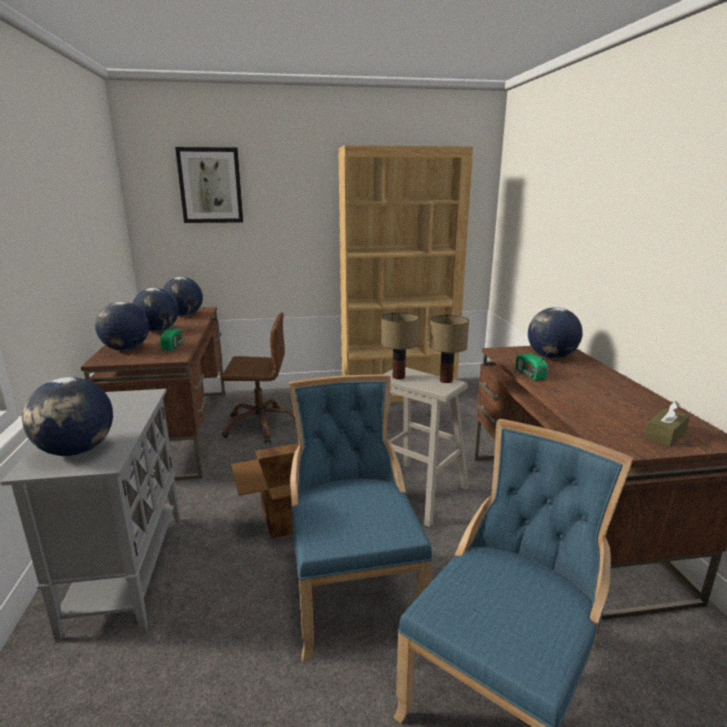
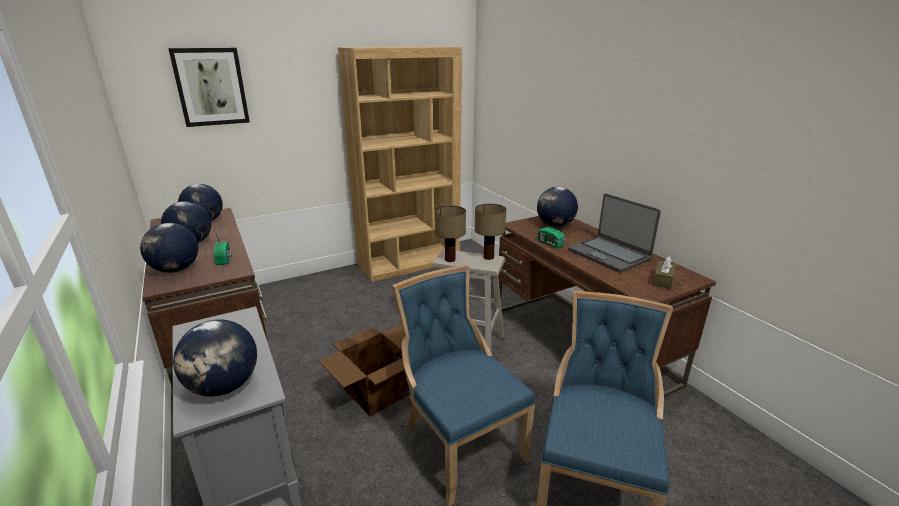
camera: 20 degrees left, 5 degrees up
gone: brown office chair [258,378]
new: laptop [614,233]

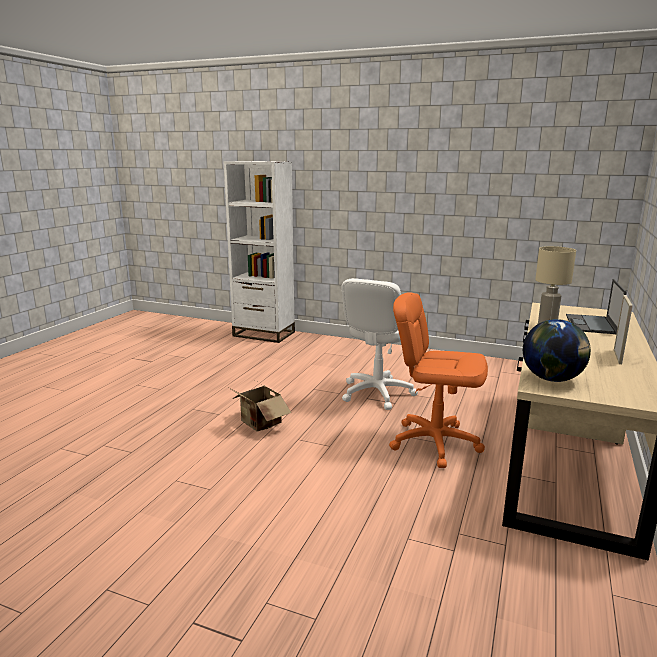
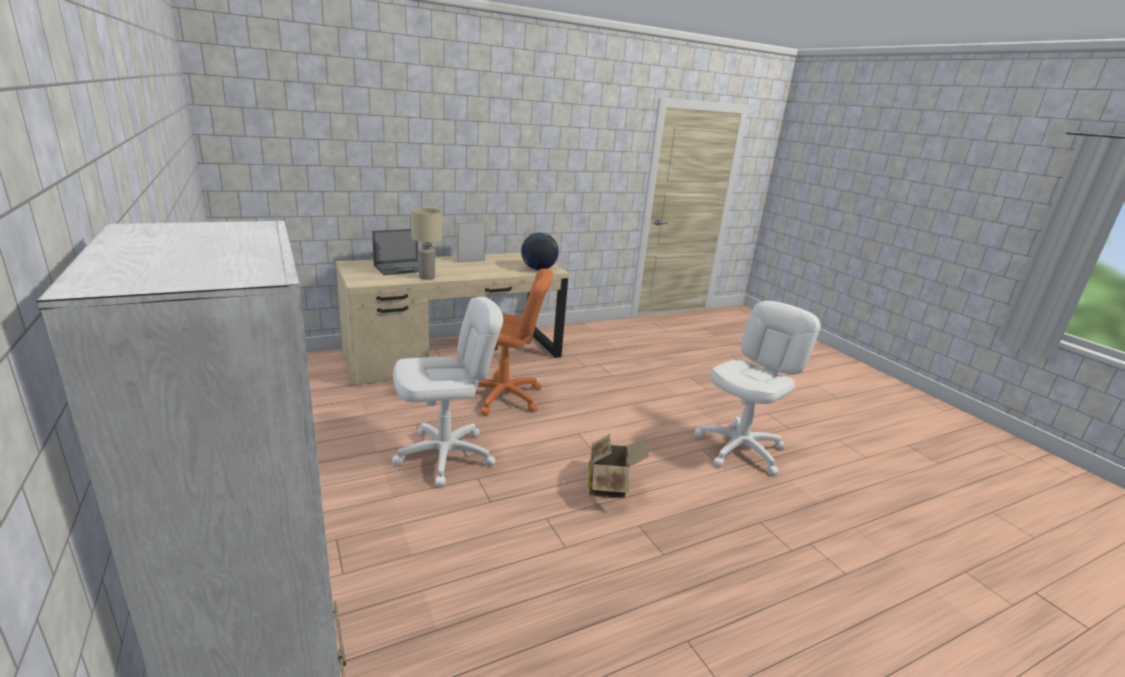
camera: 140 degrees left, 5 degrees up
new: white office chair [757,388]
rotated: orange office chair [438,380] = [515,342] 60 degrees counterclockwise

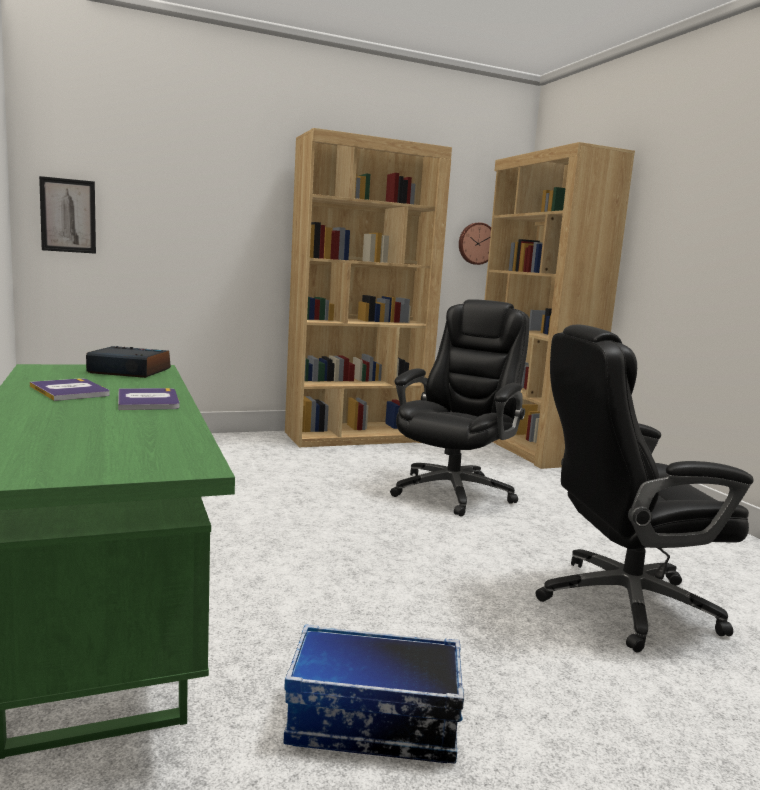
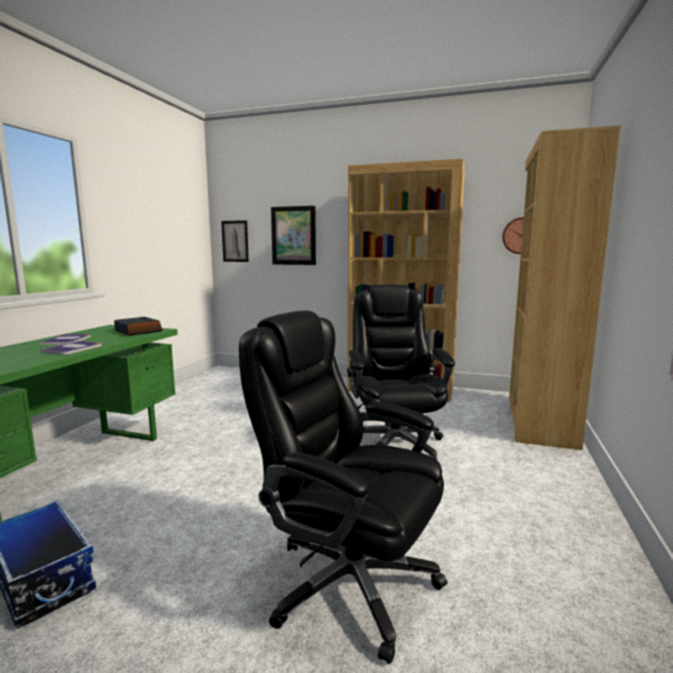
camera: 40 degrees right, 0 degrees up
new: picture [293,235]
rotated: black office chair [460,408] = [401,372] 75 degrees counterclockwise

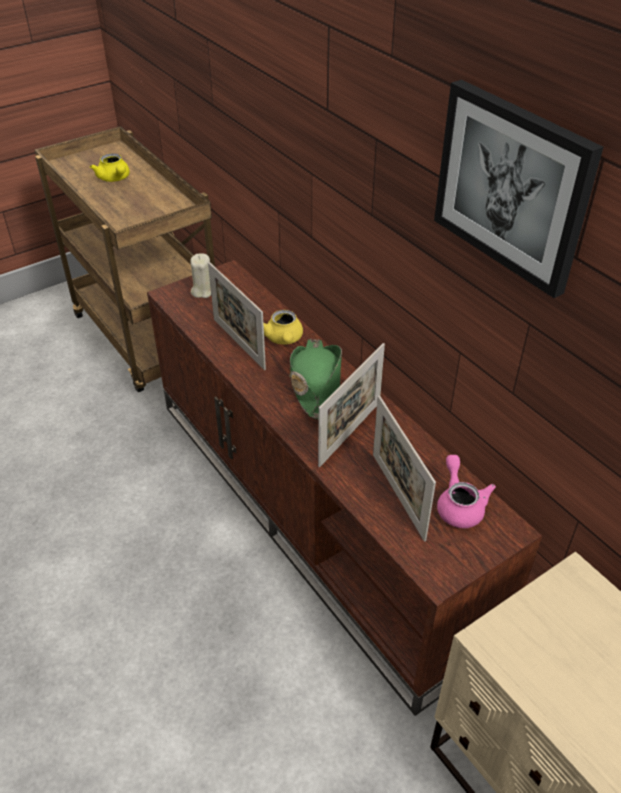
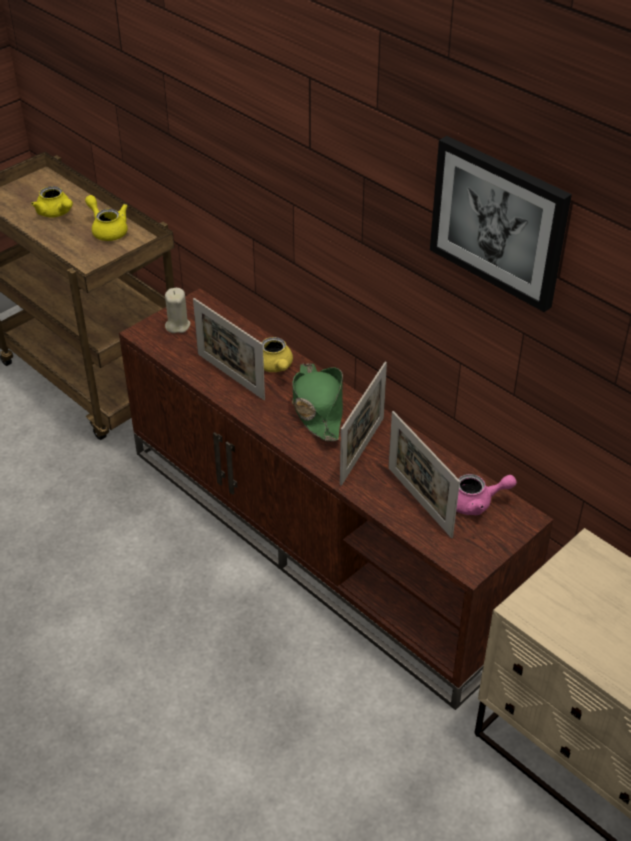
camera: 10 degrees left, 0 degrees up
new: yellow teapot [106,218]
rotated: pink teapot [466,491] = [486,494] 105 degrees clockwise

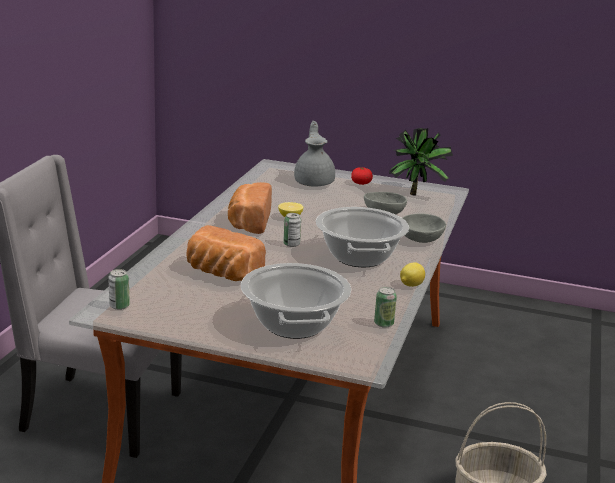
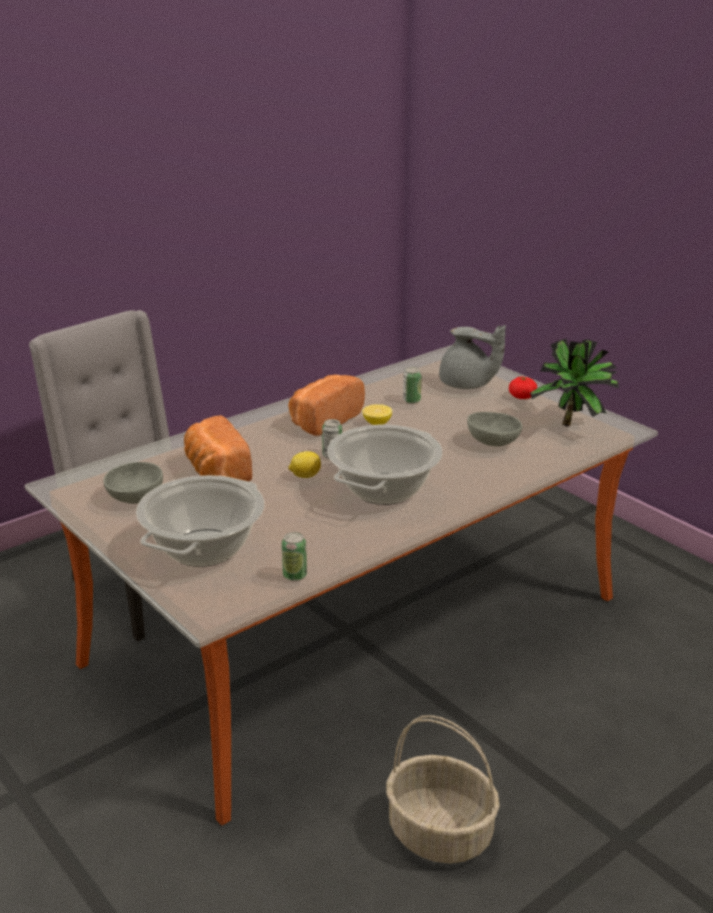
camera: 35 degrees right, 5 degrees up
shifted: can [119,289] to [412,385]; lemon [412,274] to [304,464]; grey bowl [424,228] to [133,483]
rotated: grey teapot [314,154] = [472,357] 90 degrees clockwise

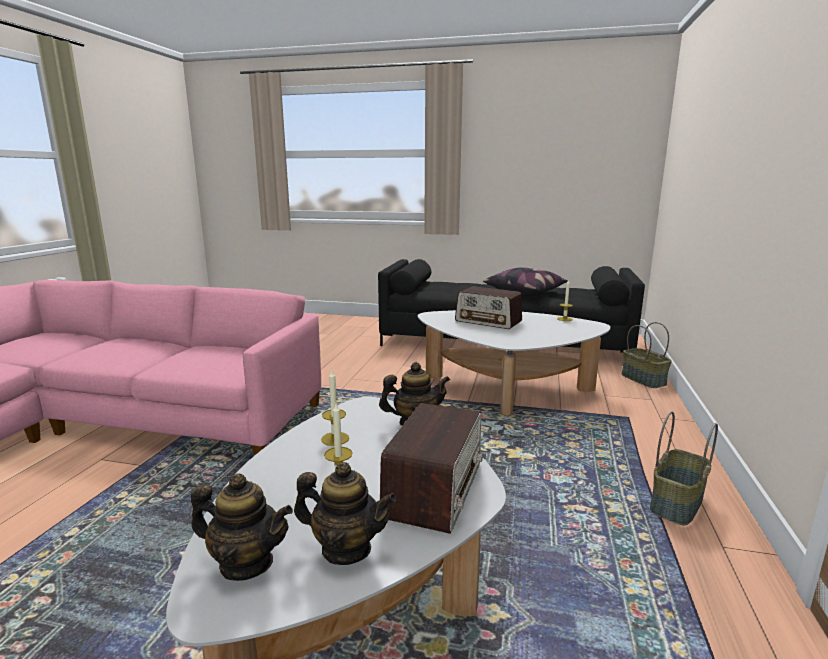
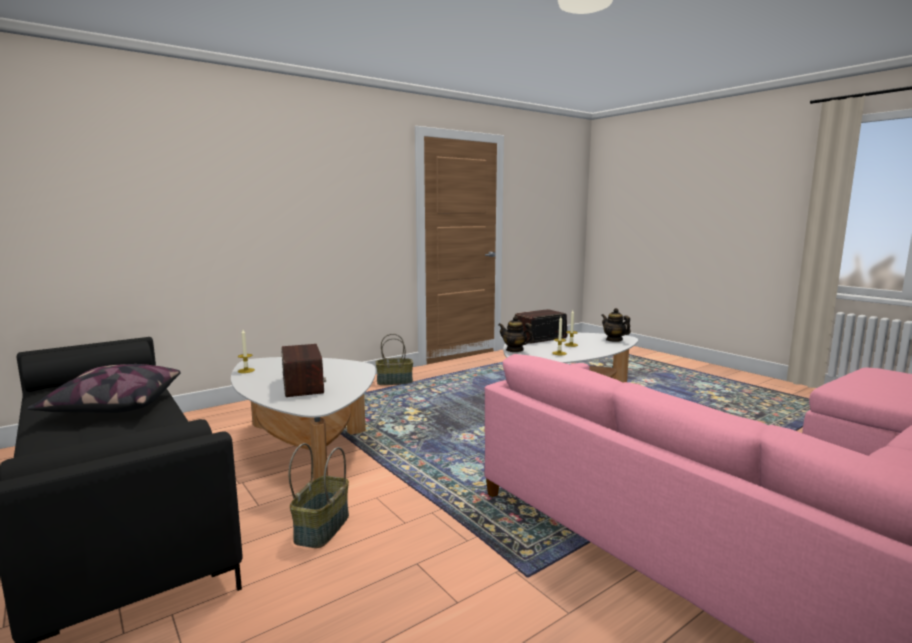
camera: 140 degrees left, 5 degrees down
gone: teapot [345,513]
shifted: basket [647,355] to [319,495]

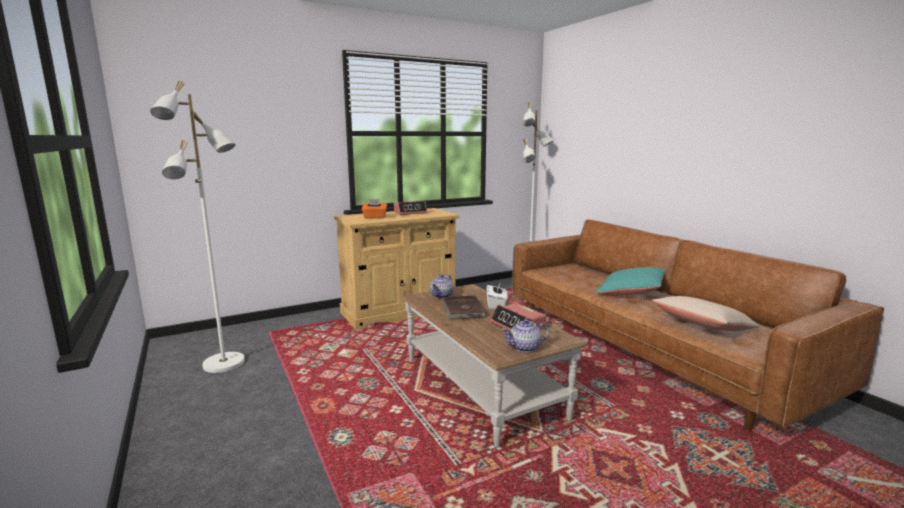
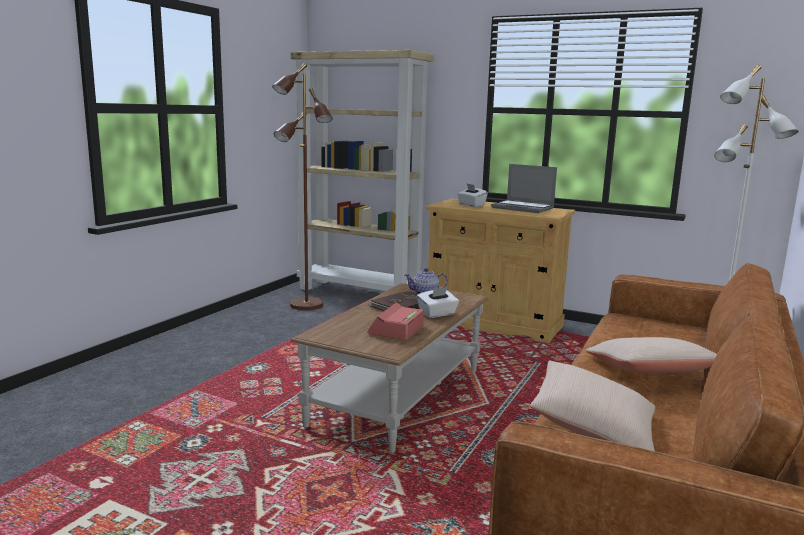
camera: 55 degrees right, 0 degrees up
gone: teapot [525,336]
new: beige bookcase [362,170]
swapped: alarm clock [410,208] to laptop [524,188]
repainted: white floor lamp [197,227] to brown floor lamp [302,186]; orange tissue box [374,209] to white tissue box [472,195]; turquoise pillow [631,281] to beige pillow [651,355]

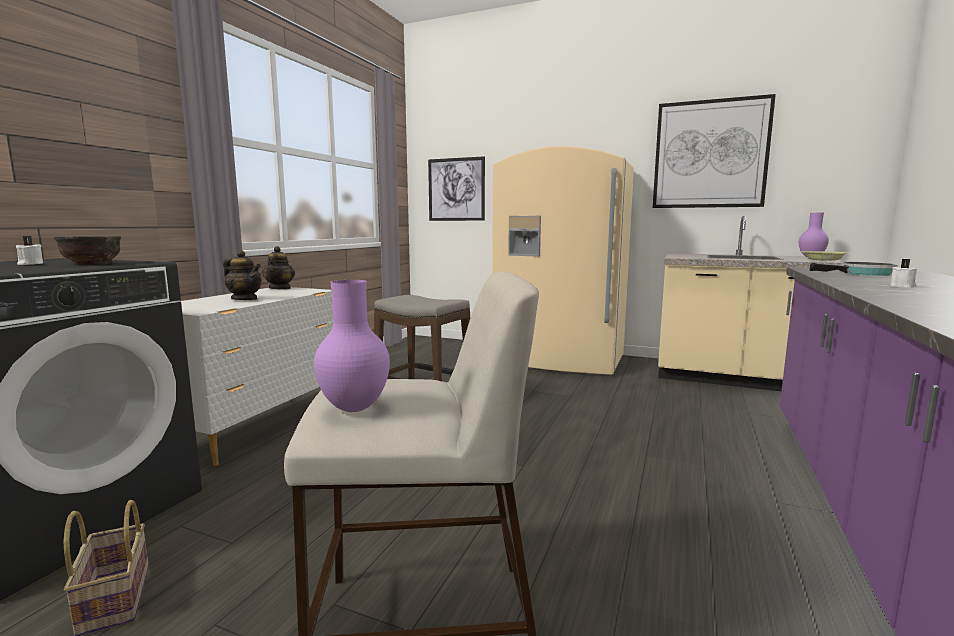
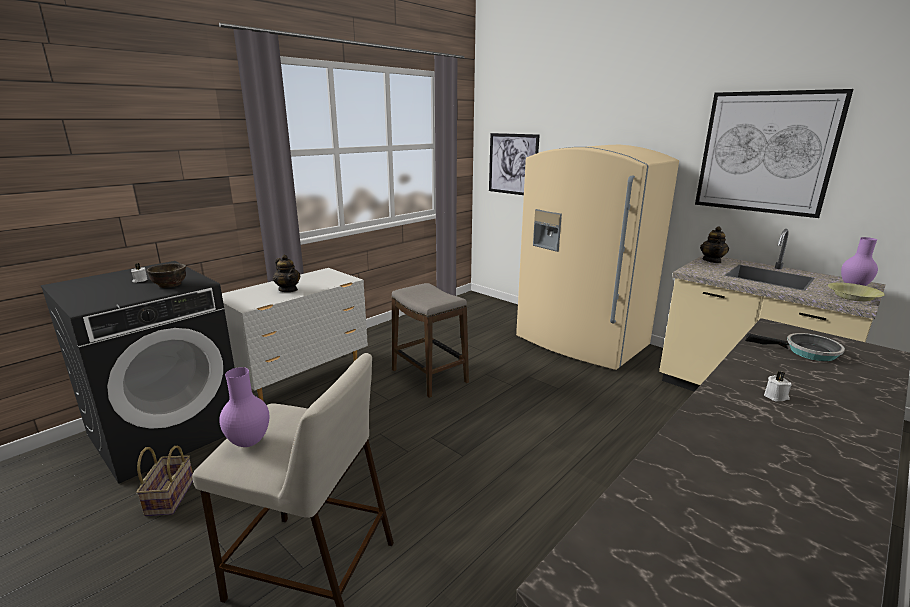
camera: 20 degrees right, 10 degrees up
shifted: teapot [278,268] to [714,244]

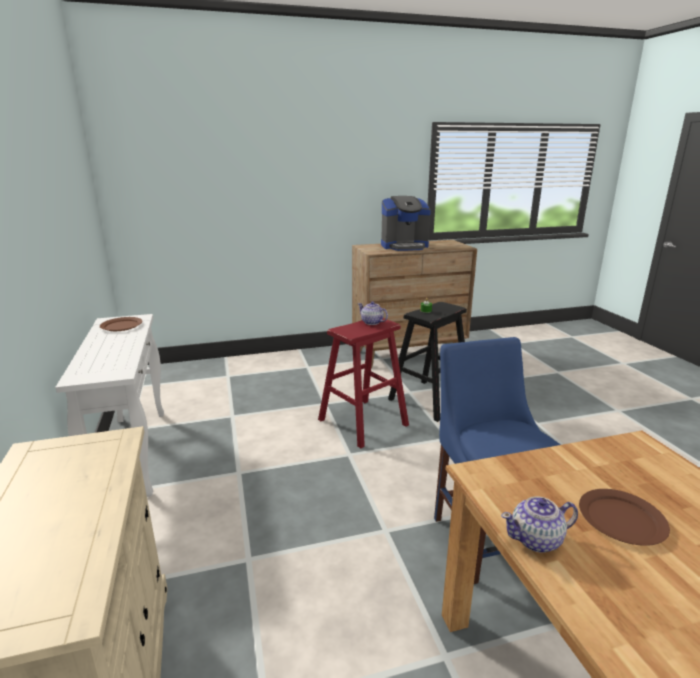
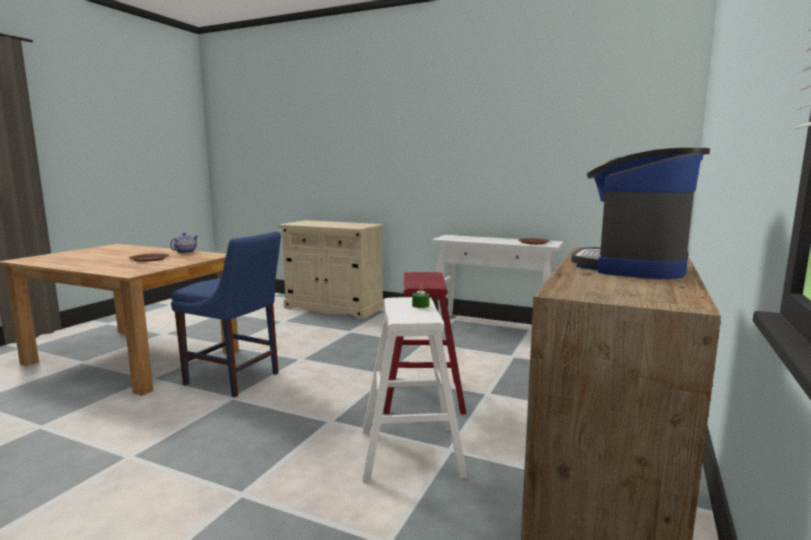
camera: 130 degrees right, 10 degrees down
gone: teapot [373,313]
repainted: black stool [427,362] to white stool [415,390]

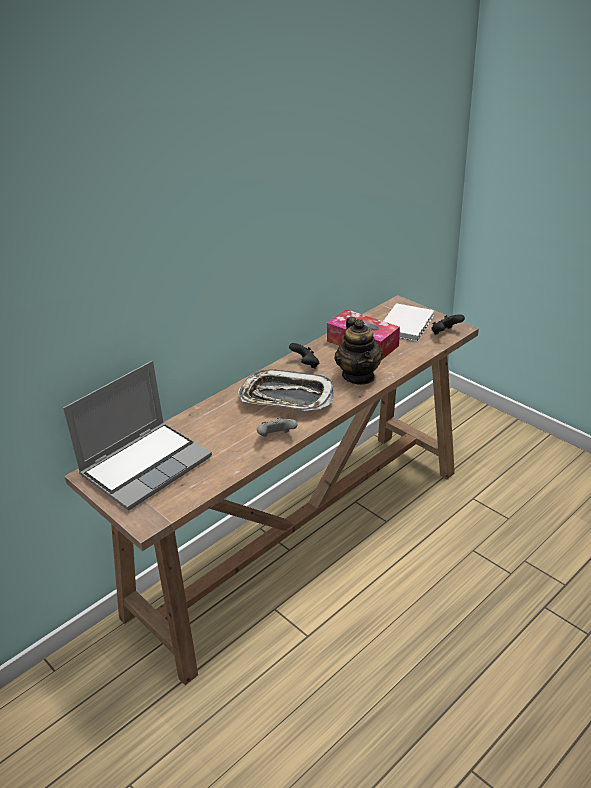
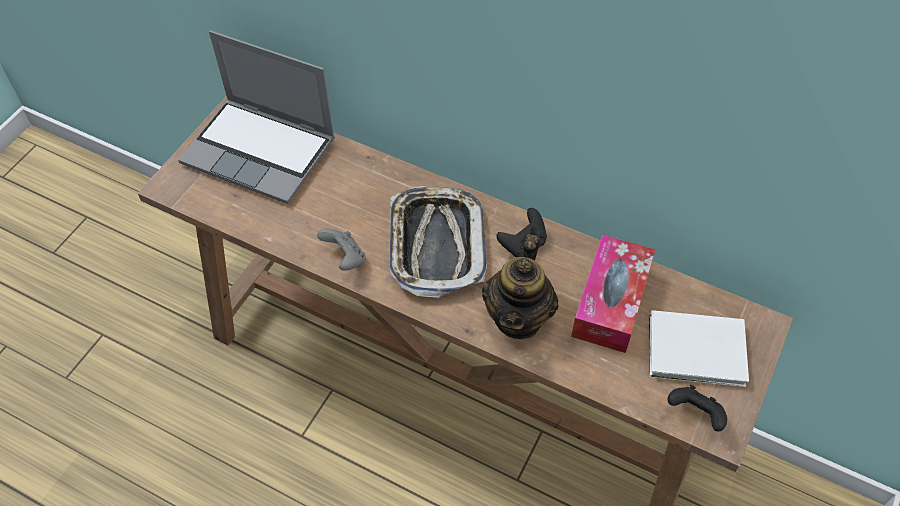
camera: 70 degrees right, 20 degrees up
rotated: teapot [358,351] = [520,286] 45 degrees counterclockwise

